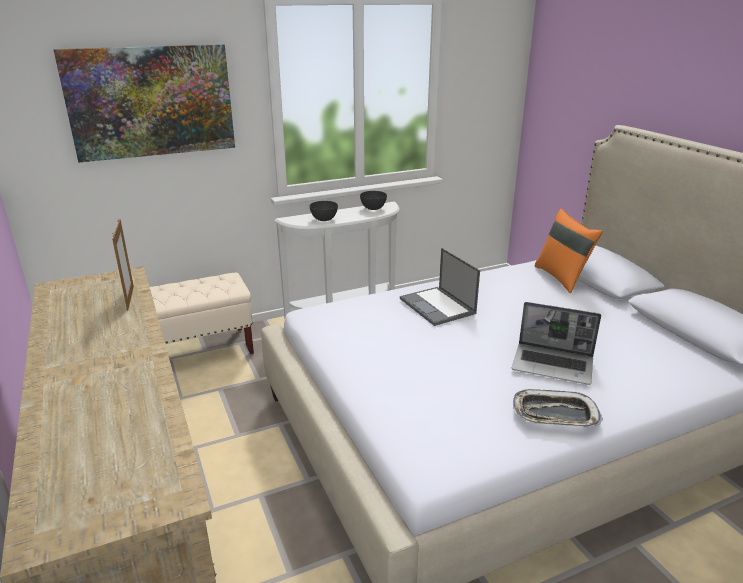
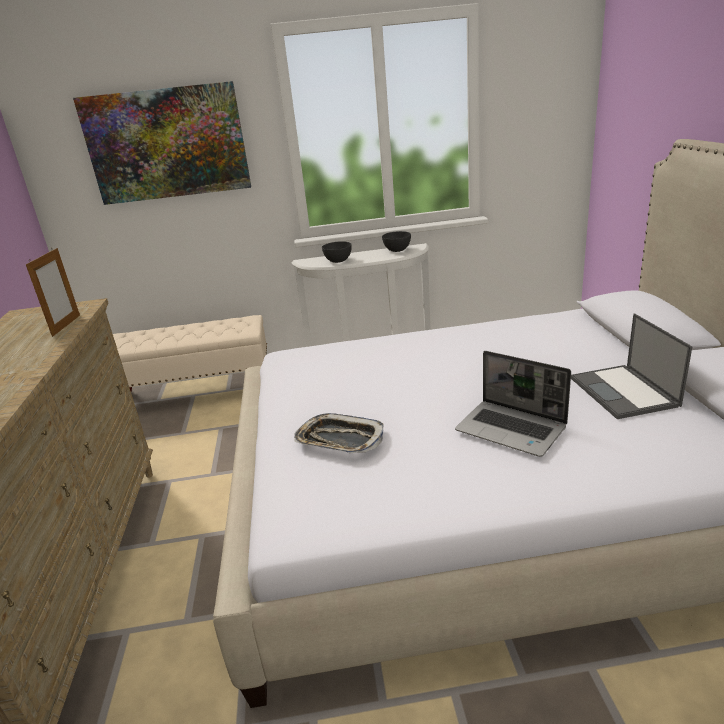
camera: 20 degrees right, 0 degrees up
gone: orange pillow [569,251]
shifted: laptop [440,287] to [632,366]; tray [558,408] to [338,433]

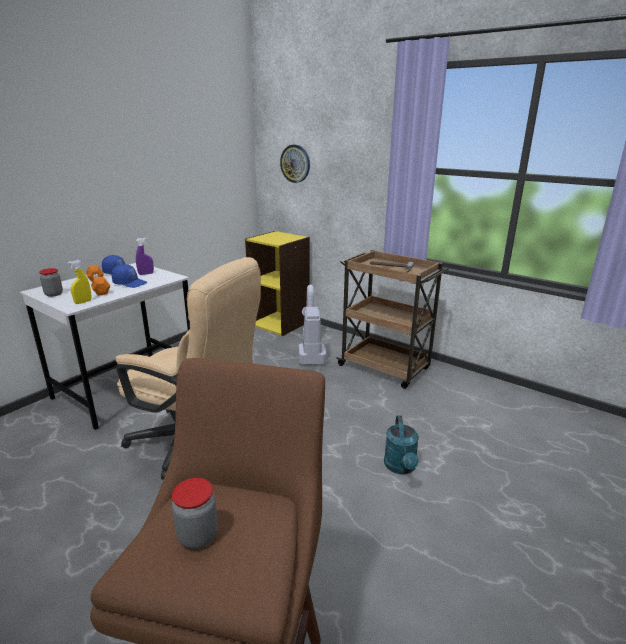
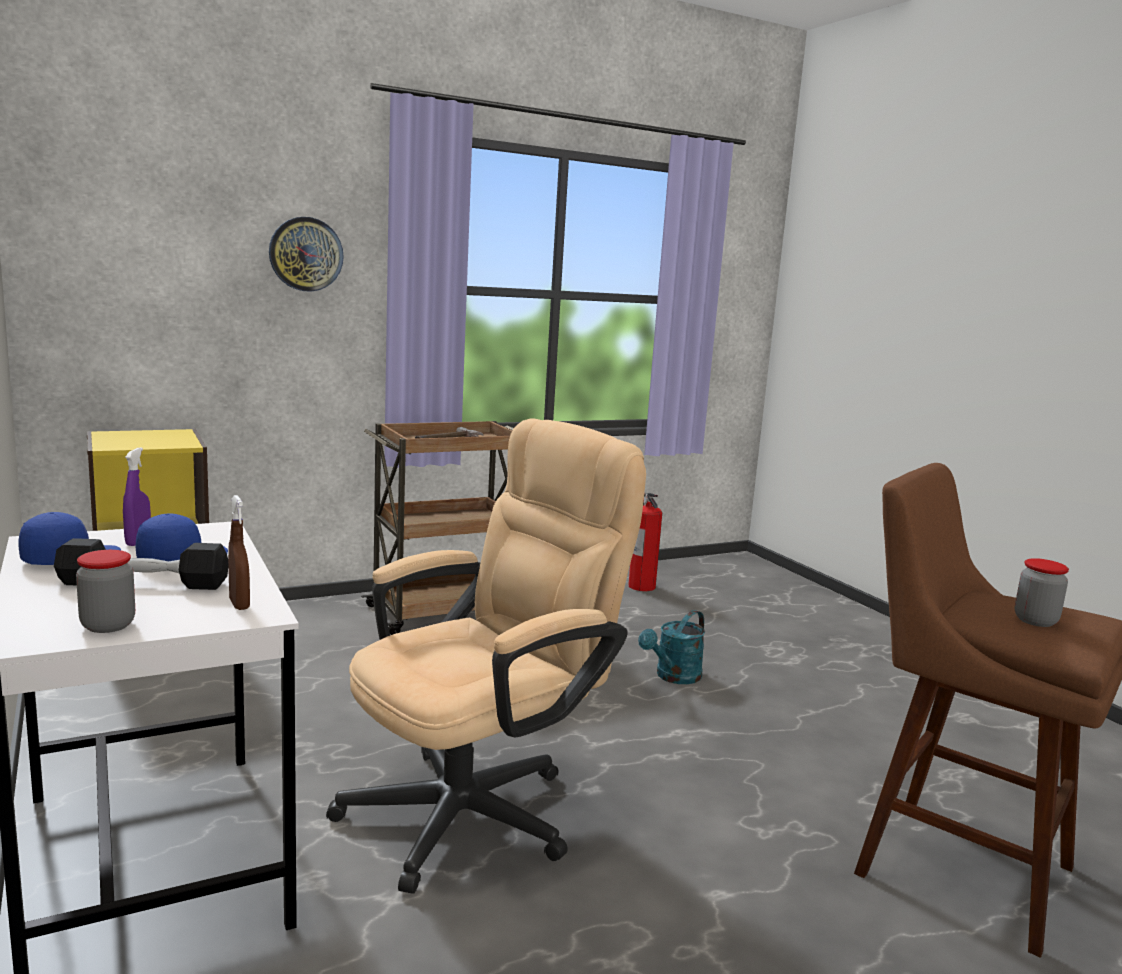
camera: 65 degrees left, 10 degrees down
gone: vacuum cleaner [313,324]
new: fire extinguisher [645,542]
shifted: wall clock [295,164] to [306,254]
repainted: yellow spray bottle [79,282] to brown spray bottle [239,552]; orange dumbbell [98,280] to black dumbbell [141,564]
rotated: turquoise watering can [401,445] = [671,647] 105 degrees clockwise

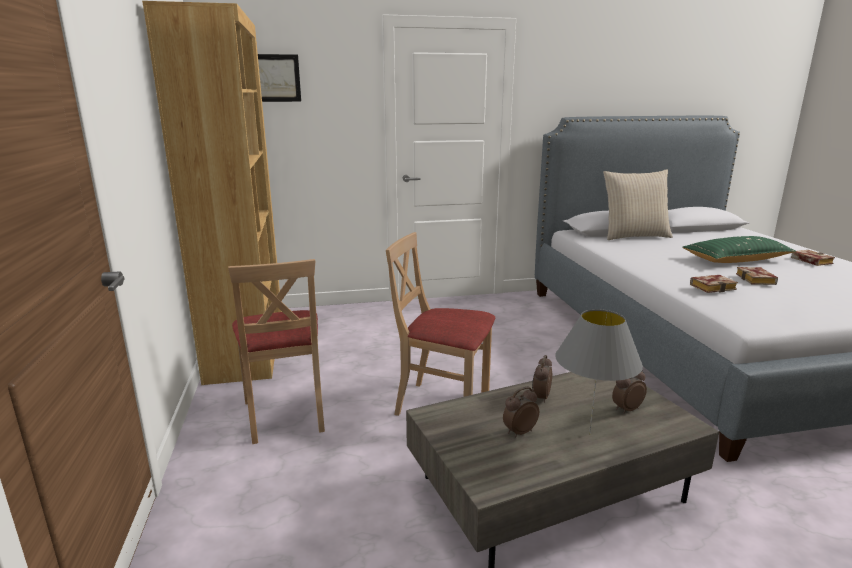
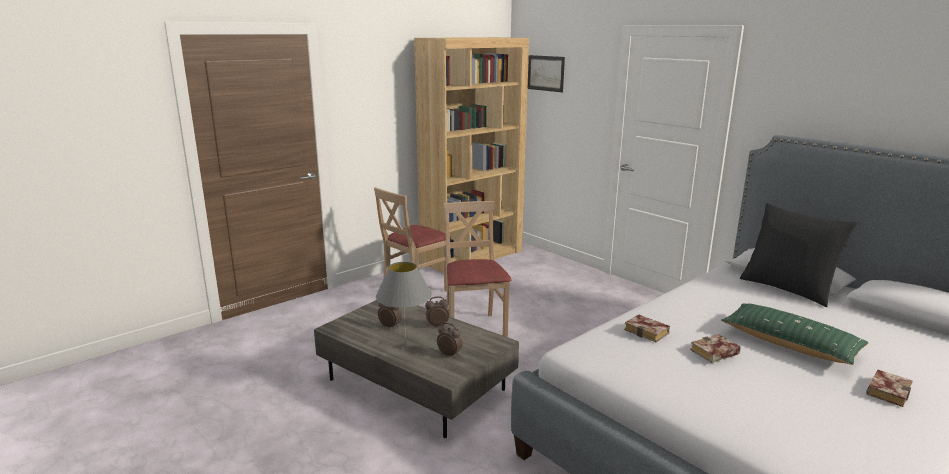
camera: 60 degrees right, 0 degrees up
repainted: beige pillow [638,204] to black pillow [798,255]

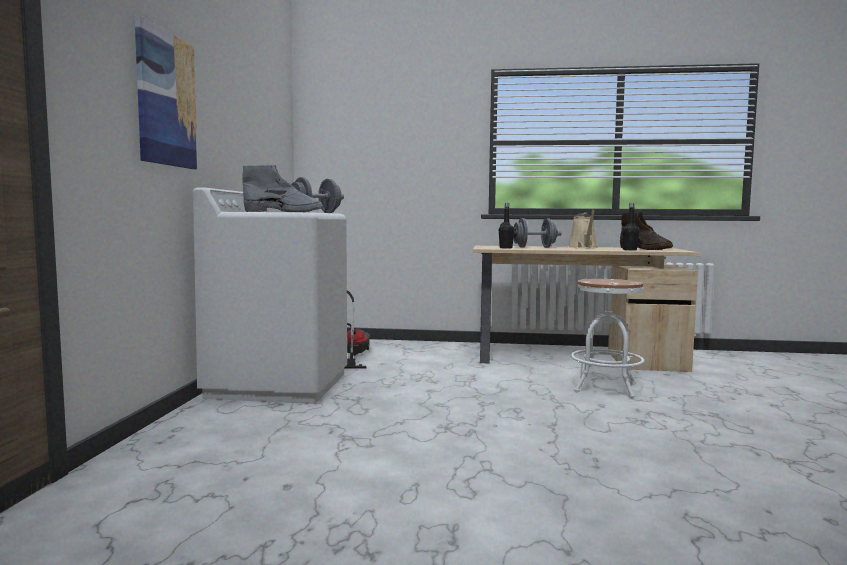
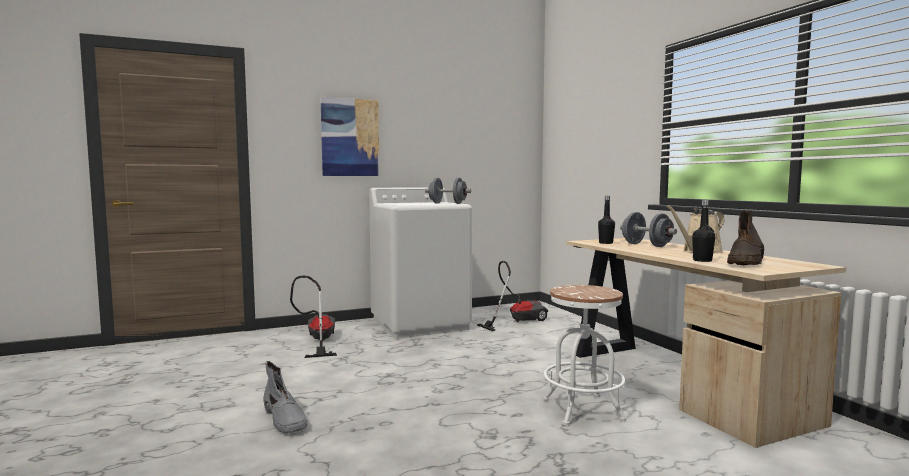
camera: 60 degrees right, 0 degrees up
new: vacuum cleaner [313,317]
shifted: grey boot [282,188] to [285,397]

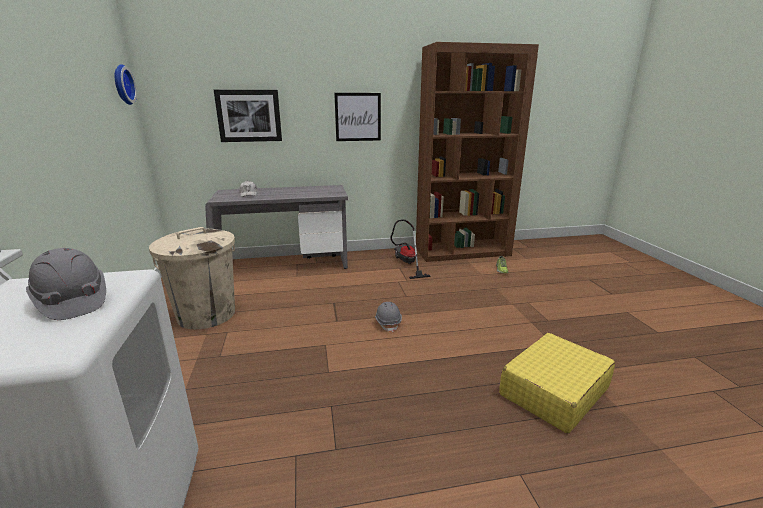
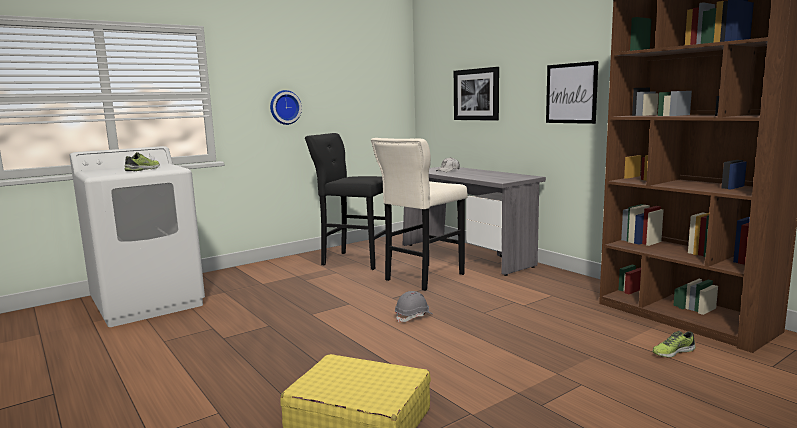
camera: 65 degrees right, 10 degrees down
gone: vacuum cleaner [410,249]
new: beige stool [419,214]
shifted: wall clock [126,84] to [286,107]
swapped: grey hard hat [66,284] to shoe [142,161]; beige trash can [192,278] to black stool [345,201]

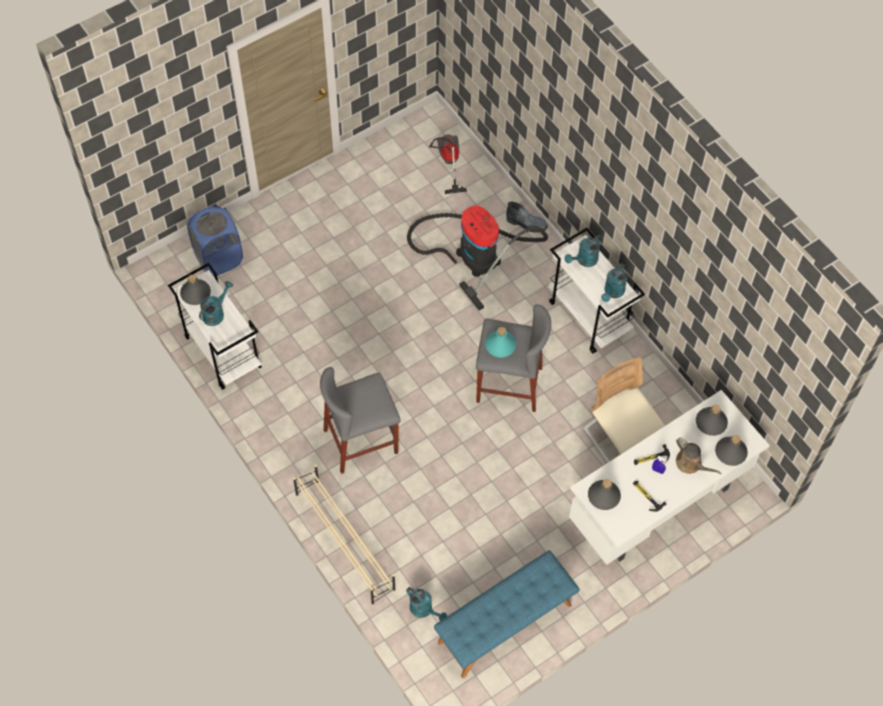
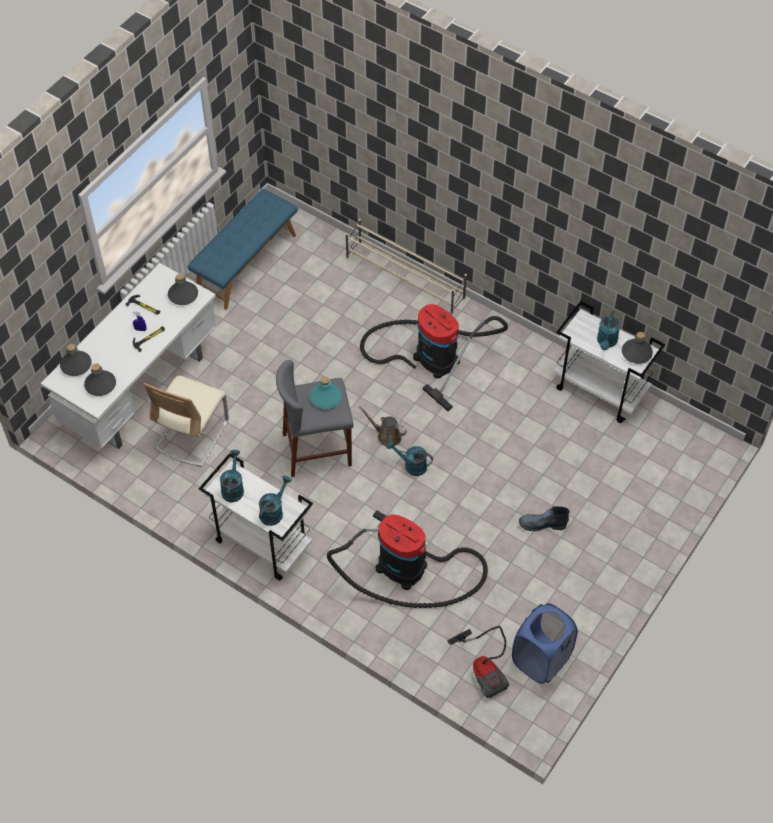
camera: 160 degrees right, 5 degrees down
shifted: blue laundry basket [215,241] to [545,643]; turquoise watering can [426,604] to [410,458]; boot [527,217] to [544,518]; brown watering can [698,455] to [383,426]
swapped: grey stool [360,420] to vacuum cleaner [434,357]
rotated: beige chair [624,410] = [186,421] 75 degrees clockwise

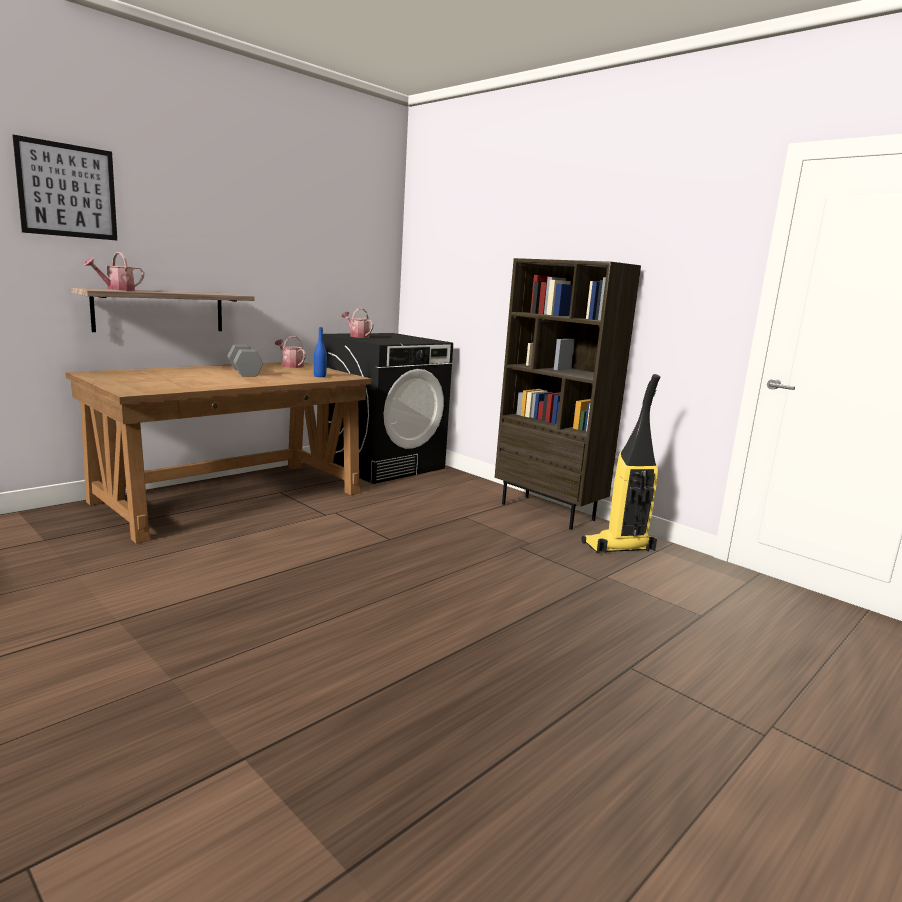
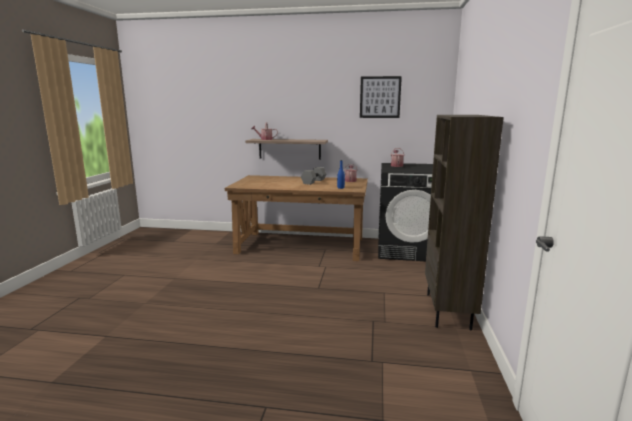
camera: 55 degrees right, 0 degrees up
gone: vacuum cleaner [621,464]
shifted: picture [64,188] to [381,97]

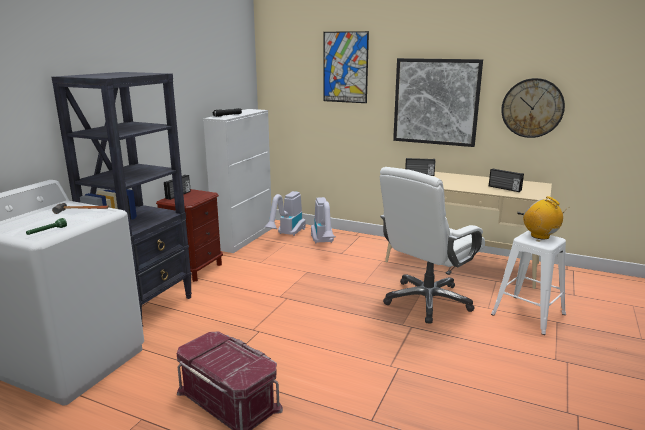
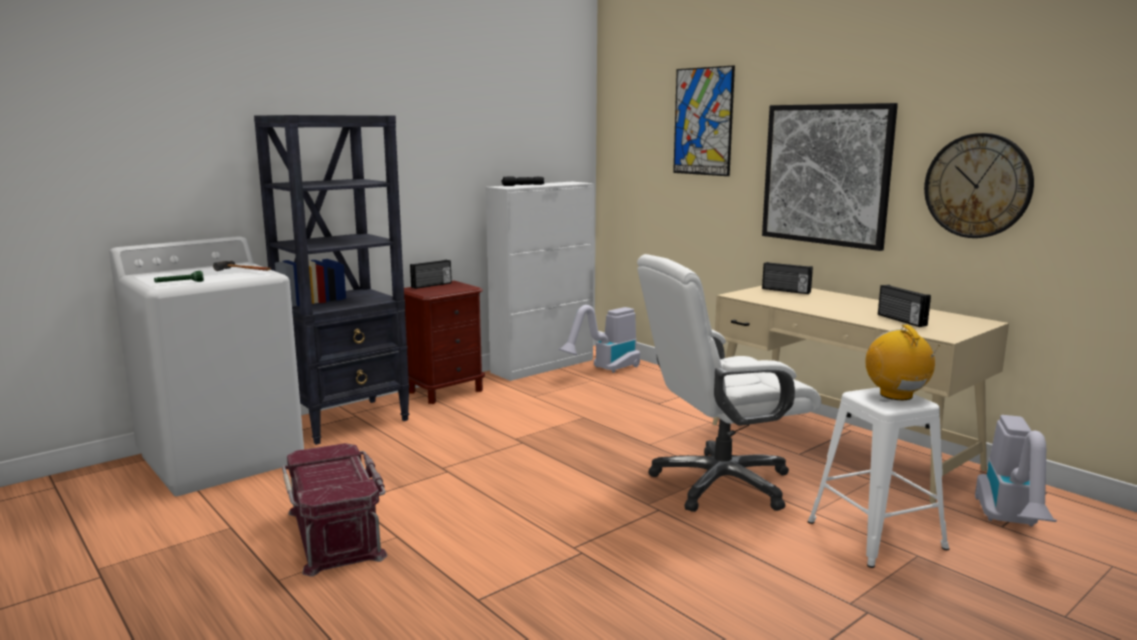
camera: 25 degrees right, 5 degrees down
shifted: vacuum cleaner [323,220] to [1016,471]

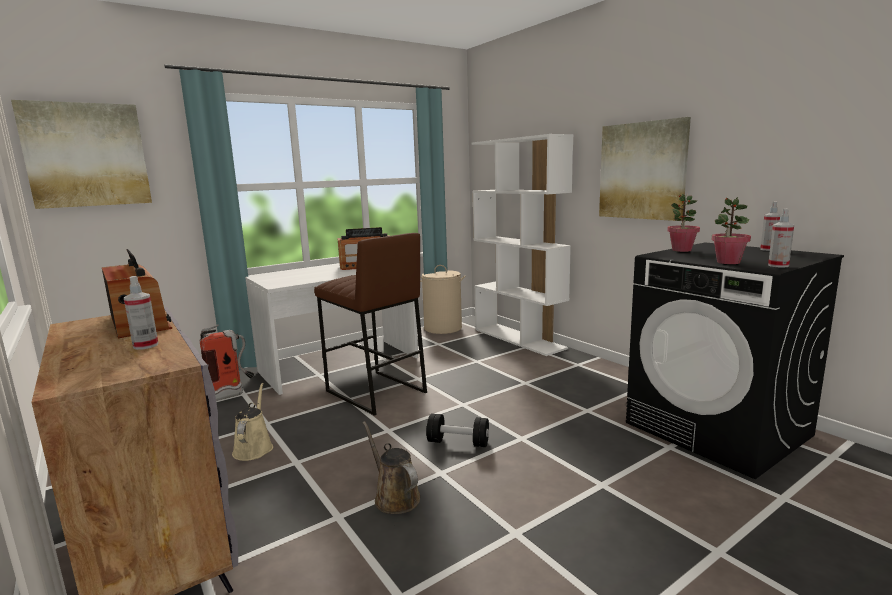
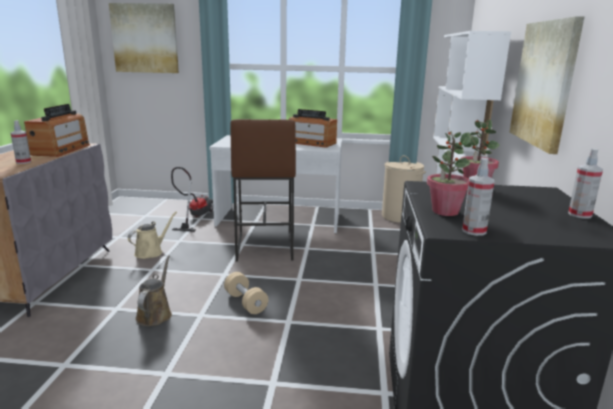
camera: 40 degrees right, 5 degrees up
swapped: fire extinguisher [227,363] to vacuum cleaner [192,199]
repainted: black dumbbell [458,430] to beige dumbbell [246,293]

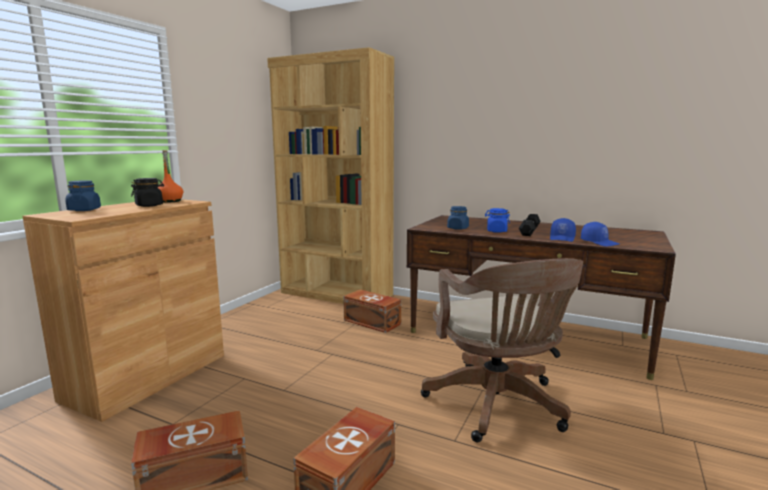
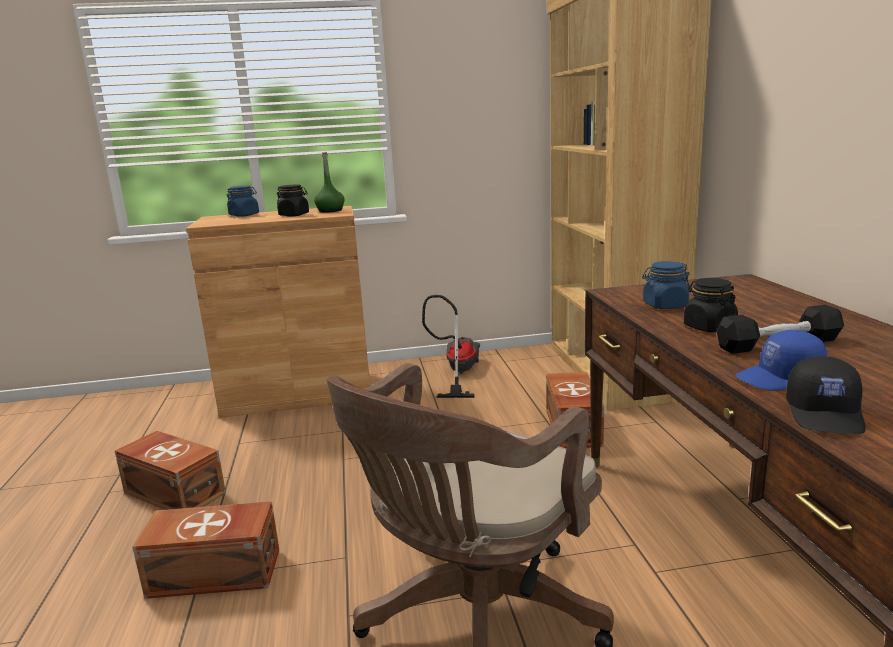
camera: 55 degrees right, 5 degrees up
new: vacuum cleaner [451,346]
repainted: orange bottle [170,176] to green bottle [329,182]; blue jar [497,220] to black jar [711,305]; blue cap [600,234] to black cap [826,395]

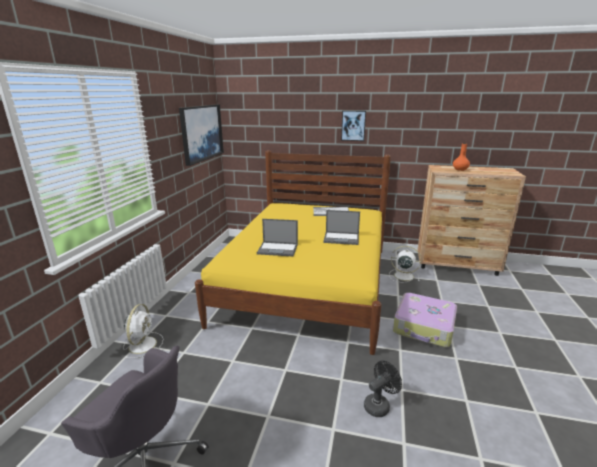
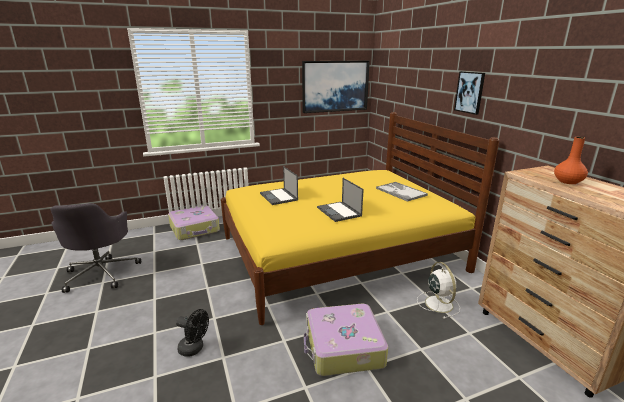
camera: 55 degrees right, 0 degrees up
swapped: white fan [143,331] to suitcase [194,222]

